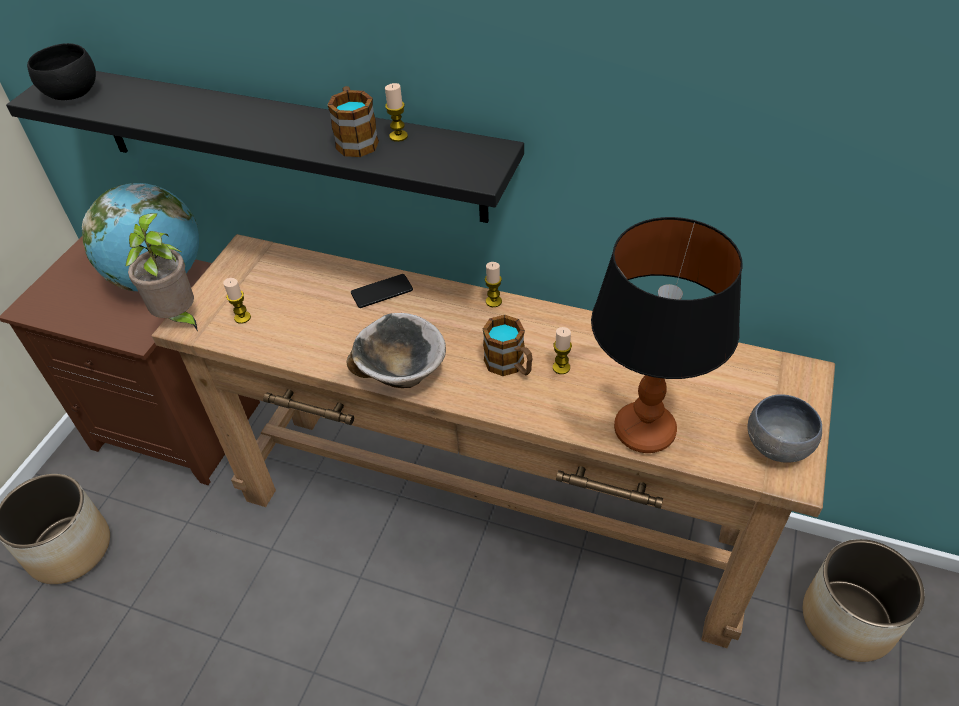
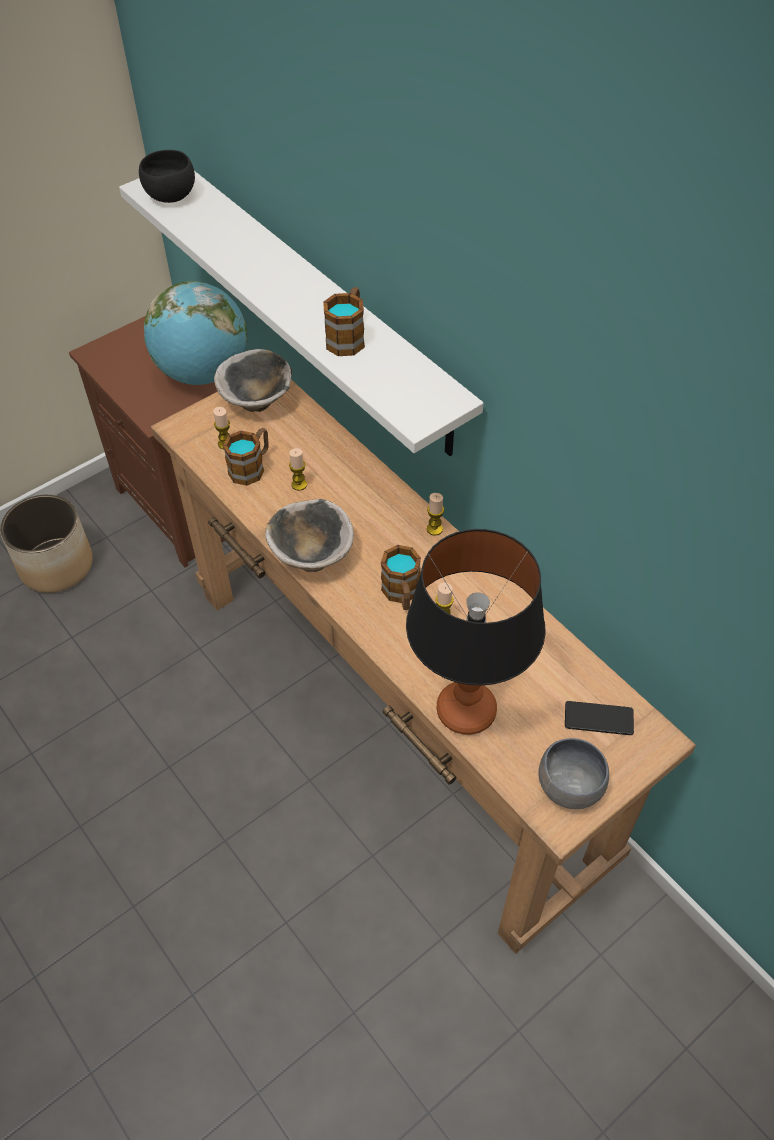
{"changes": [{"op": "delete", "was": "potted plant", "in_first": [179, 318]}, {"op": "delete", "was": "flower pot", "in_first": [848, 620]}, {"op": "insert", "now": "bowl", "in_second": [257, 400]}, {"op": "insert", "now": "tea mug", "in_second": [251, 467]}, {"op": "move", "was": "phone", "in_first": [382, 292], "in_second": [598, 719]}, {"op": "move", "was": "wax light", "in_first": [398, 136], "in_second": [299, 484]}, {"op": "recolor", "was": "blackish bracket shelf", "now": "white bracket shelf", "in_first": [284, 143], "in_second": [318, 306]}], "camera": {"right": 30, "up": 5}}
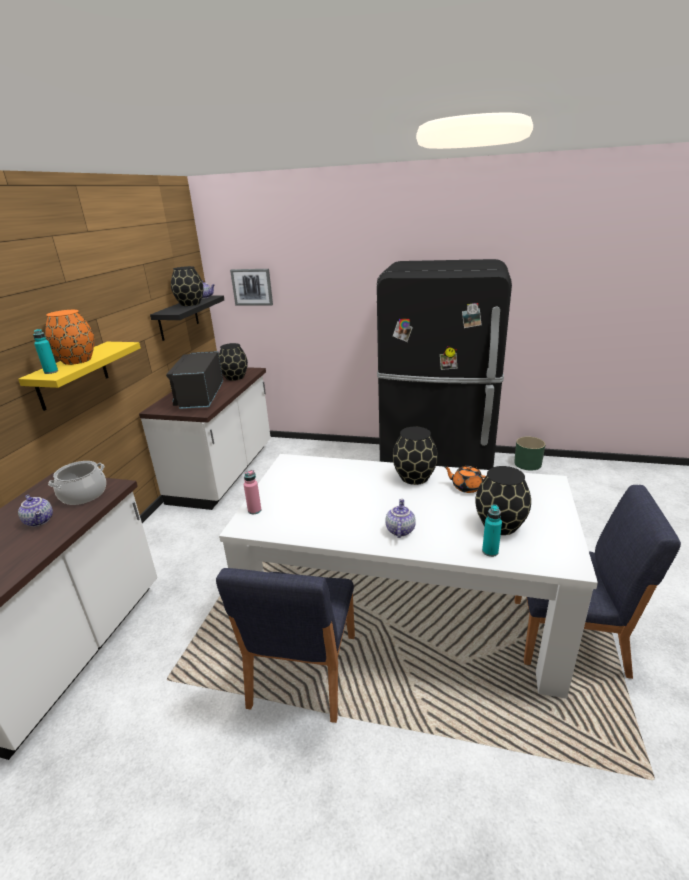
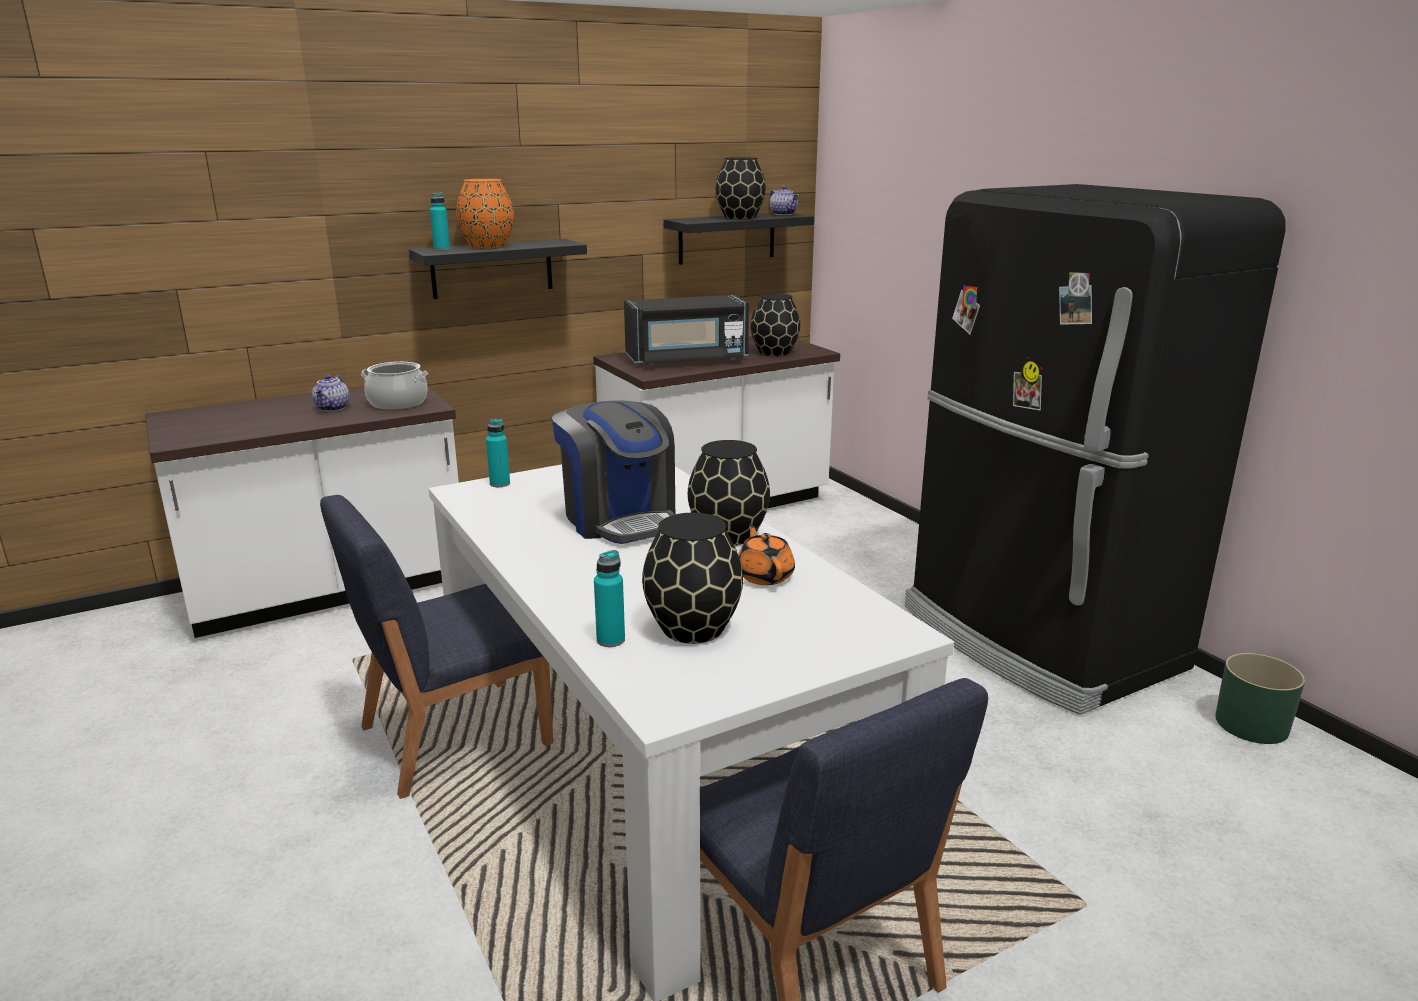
{"changes": [{"op": "delete", "was": "wall art", "in_first": [252, 287]}, {"op": "delete", "was": "tea pot", "in_first": [399, 530]}, {"op": "insert", "now": "coffee maker", "in_second": [619, 519]}, {"op": "recolor", "was": "yellowish bracket shelf", "now": "blackish bracket shelf", "in_first": [72, 375], "in_second": [492, 268]}, {"op": "recolor", "was": "pinkish drink bottle", "now": "turquoise drink bottle", "in_first": [254, 510], "in_second": [500, 484]}, {"op": "rotate", "was": "blackish microwave oven", "in_first": [200, 396], "in_second": [687, 360], "clockwise": -150}], "camera": {"right": 45, "up": -5}}
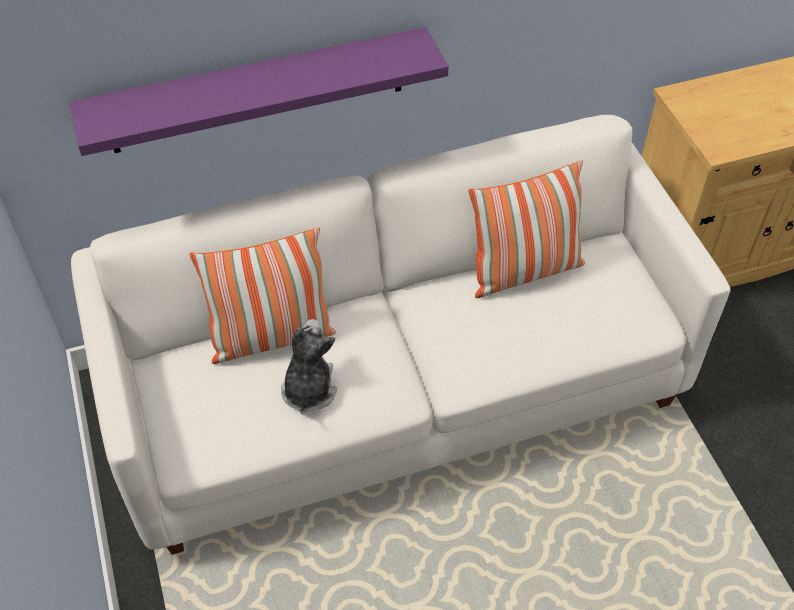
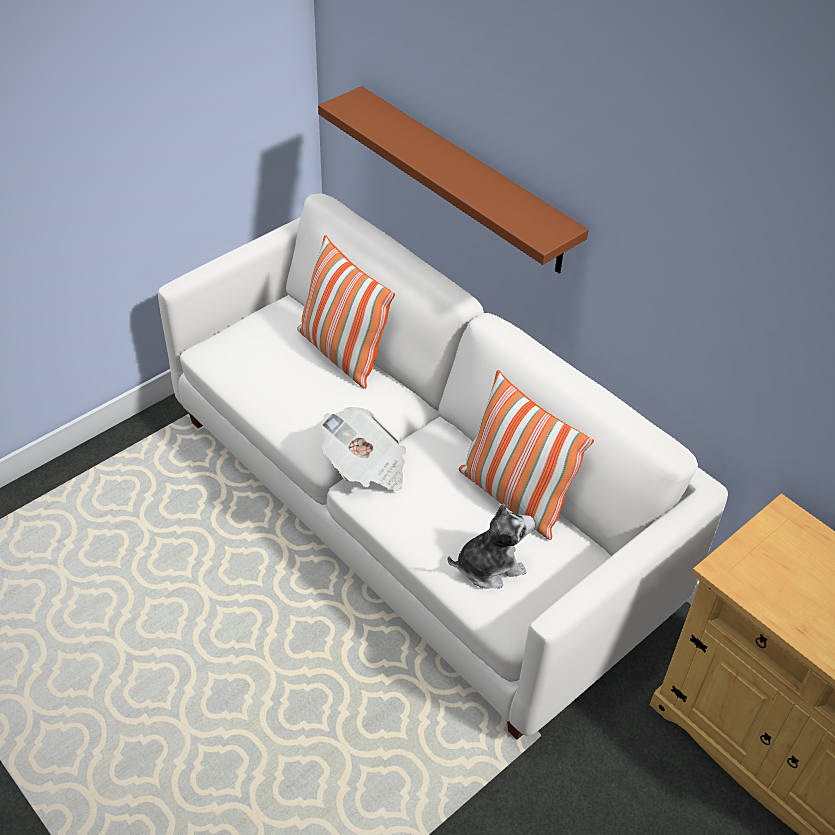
{"changes": [{"op": "insert", "now": "printed paper", "in_second": [366, 466]}, {"op": "move", "was": "cuddly toy", "in_first": [308, 389], "in_second": [489, 566]}, {"op": "recolor", "was": "purplish bracket shelf", "now": "brown-coloured bracket shelf", "in_first": [257, 91], "in_second": [465, 180]}], "camera": {"right": 65, "up": -5}}
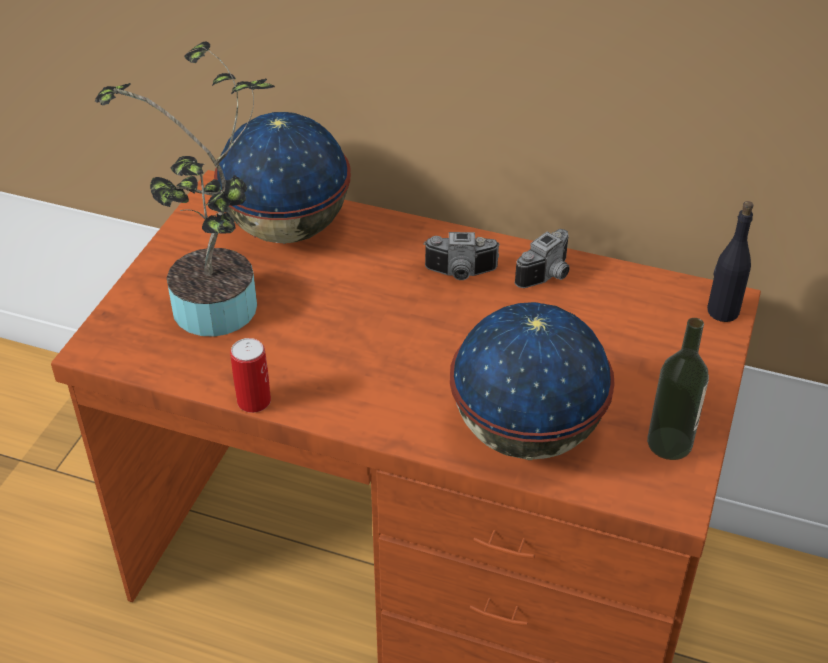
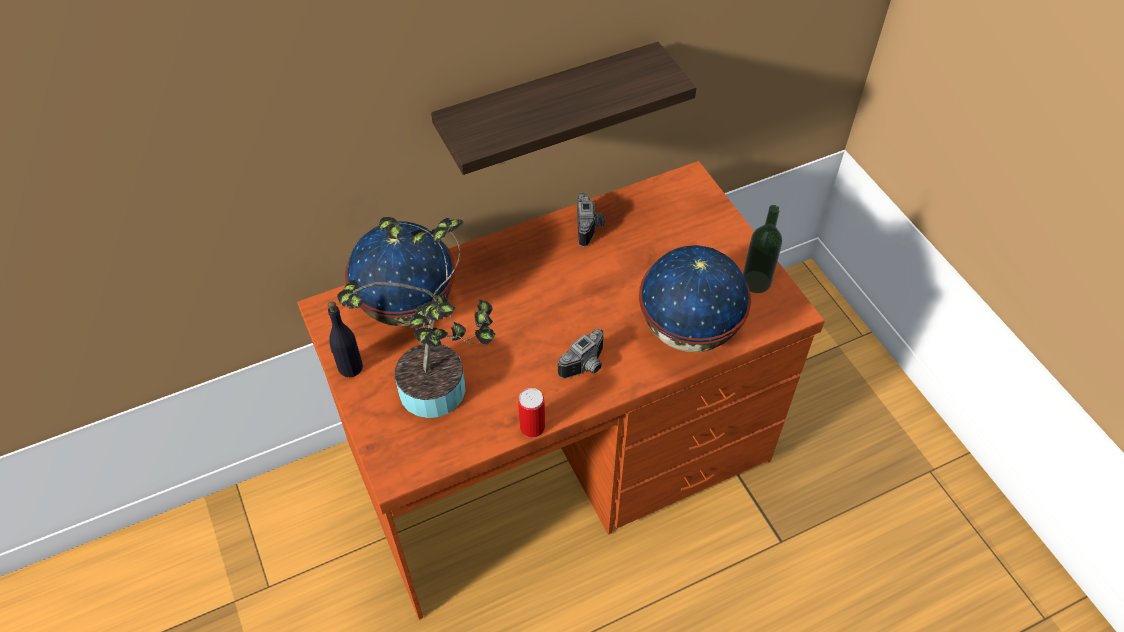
{"changes": [{"op": "insert", "now": "bracket shelf", "in_second": [548, 107]}, {"op": "move", "was": "photo camera", "in_first": [460, 274], "in_second": [586, 366]}, {"op": "move", "was": "blackish drink bottle", "in_first": [722, 311], "in_second": [350, 367]}], "camera": {"right": -45, "up": 10}}
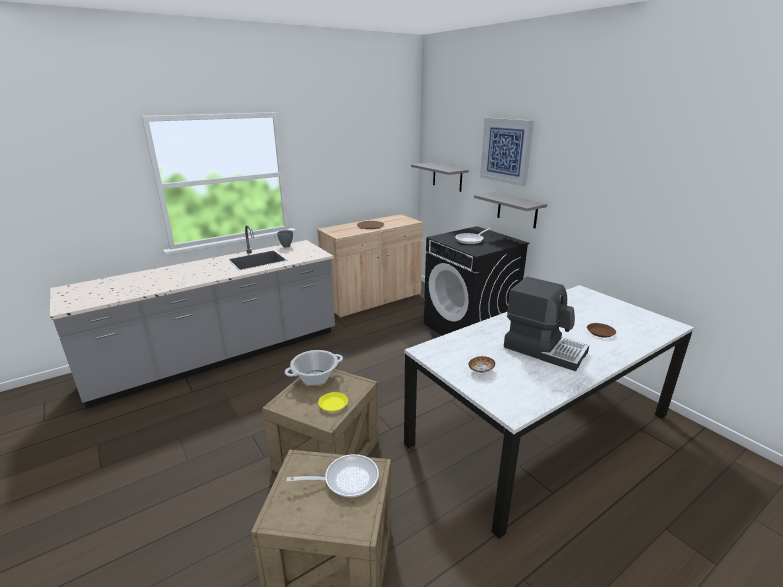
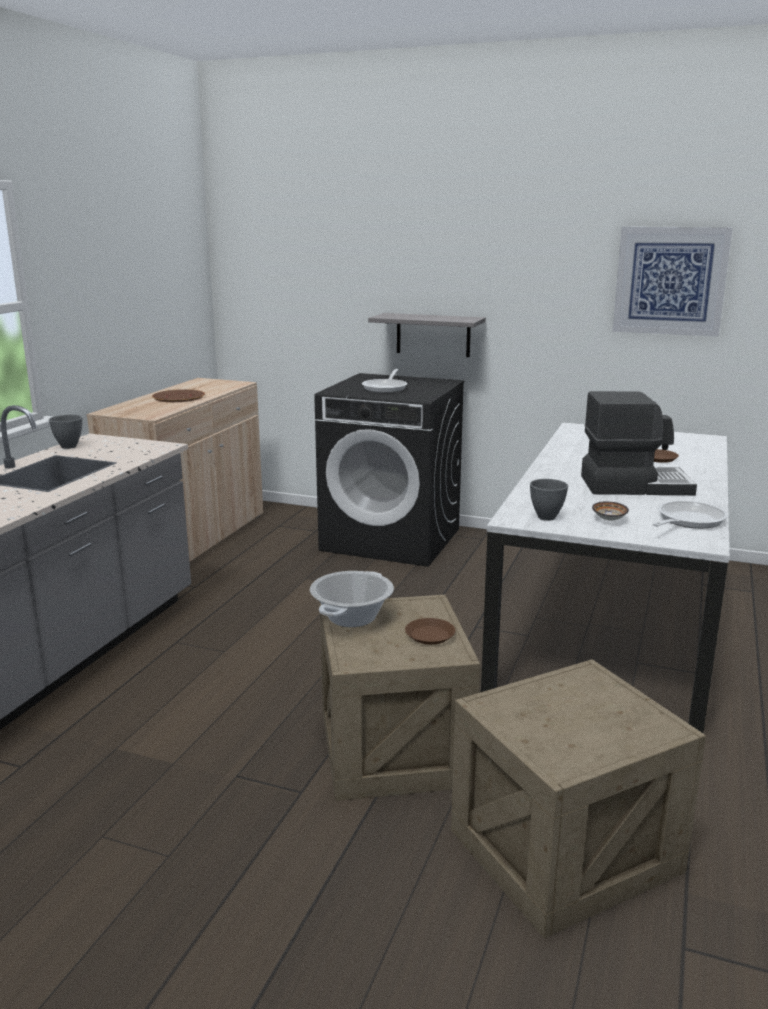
{"changes": [{"op": "delete", "was": "greyish bracket shelf", "in_first": [447, 177]}, {"op": "insert", "now": "greyish bowl", "in_second": [546, 518]}, {"op": "move", "was": "frying pan", "in_first": [346, 479], "in_second": [687, 521]}, {"op": "move", "was": "wall art", "in_first": [506, 151], "in_second": [670, 281]}, {"op": "recolor", "was": "yellowish flat dish", "now": "brown-coloured flat dish", "in_first": [333, 404], "in_second": [429, 635]}], "camera": {"right": -35, "up": -5}}
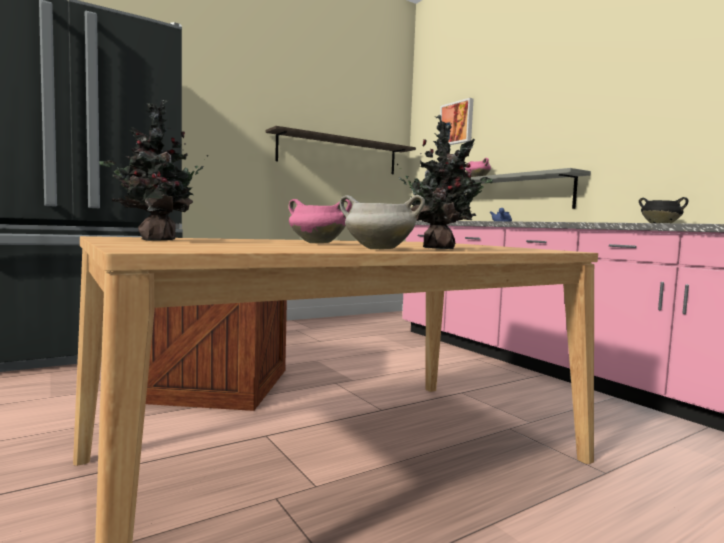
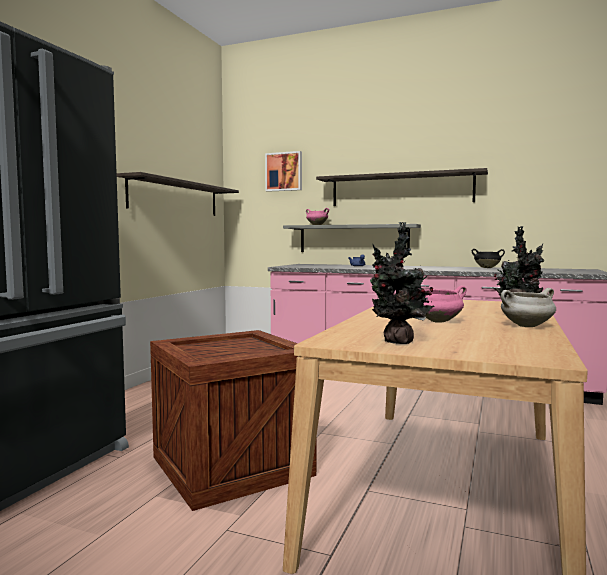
{"changes": [{"op": "insert", "now": "bracket shelf", "in_second": [401, 189]}], "camera": {"right": -35, "up": 0}}
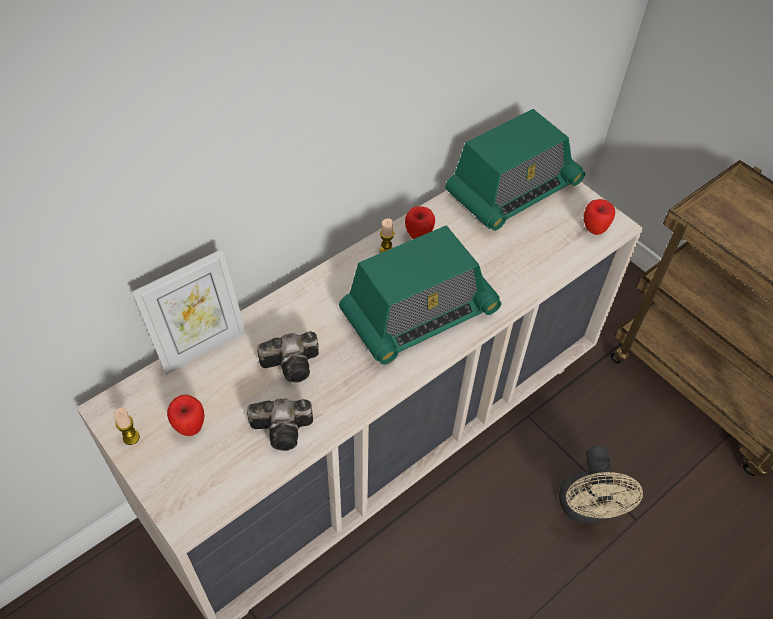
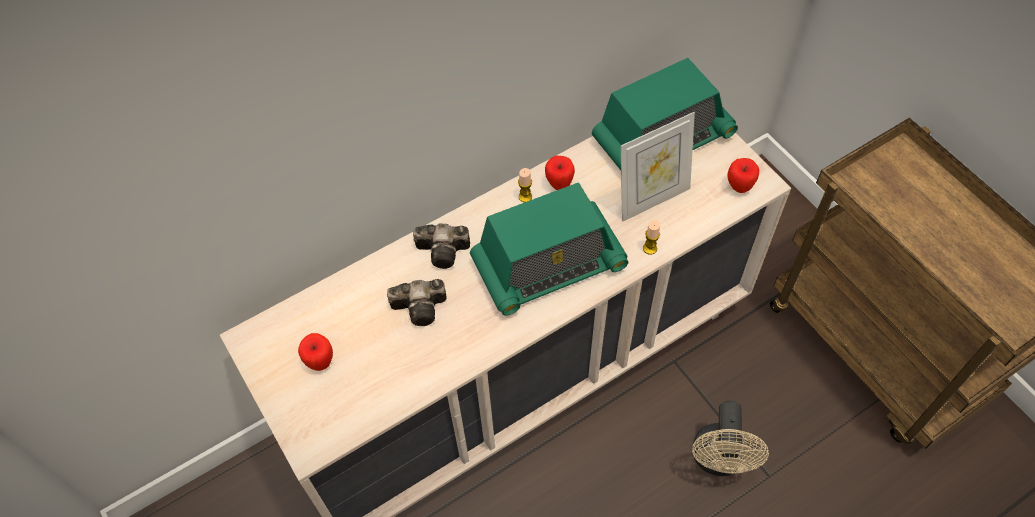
{"changes": [{"op": "move", "was": "wax light", "in_first": [131, 437], "in_second": [649, 248]}, {"op": "move", "was": "picture frame", "in_first": [202, 346], "in_second": [651, 199]}, {"op": "move", "was": "photo camera", "in_first": [285, 429], "in_second": [445, 251]}], "camera": {"right": 10, "up": 5}}
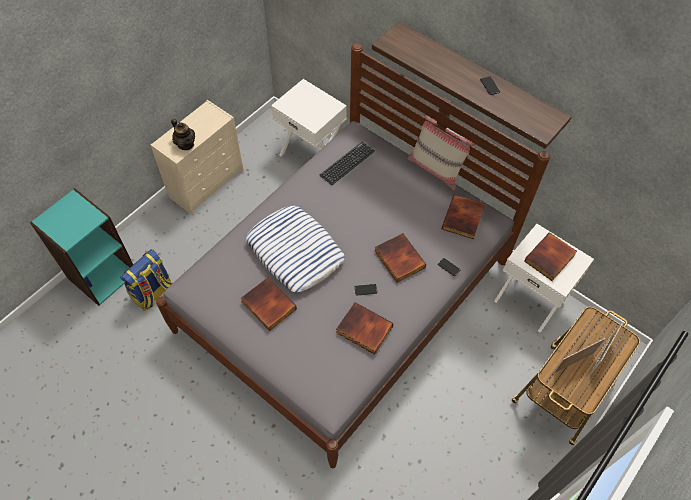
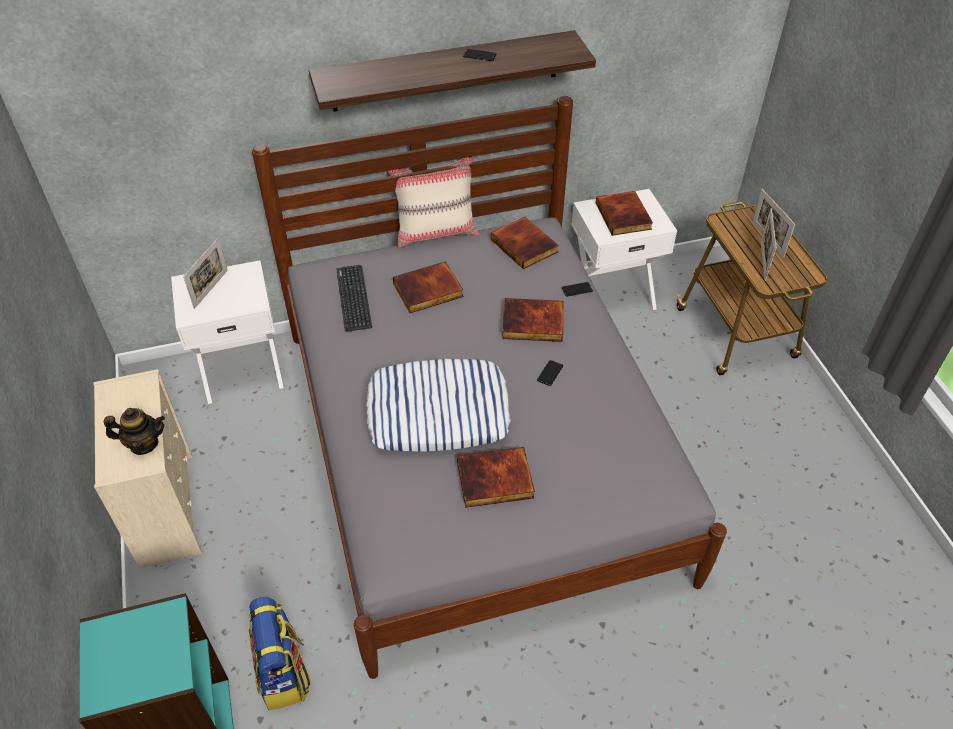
{"changes": [{"op": "insert", "now": "picture frame", "in_second": [211, 289]}, {"op": "move", "was": "volume", "in_first": [363, 330], "in_second": [428, 291]}], "camera": {"right": -55, "up": -10}}
